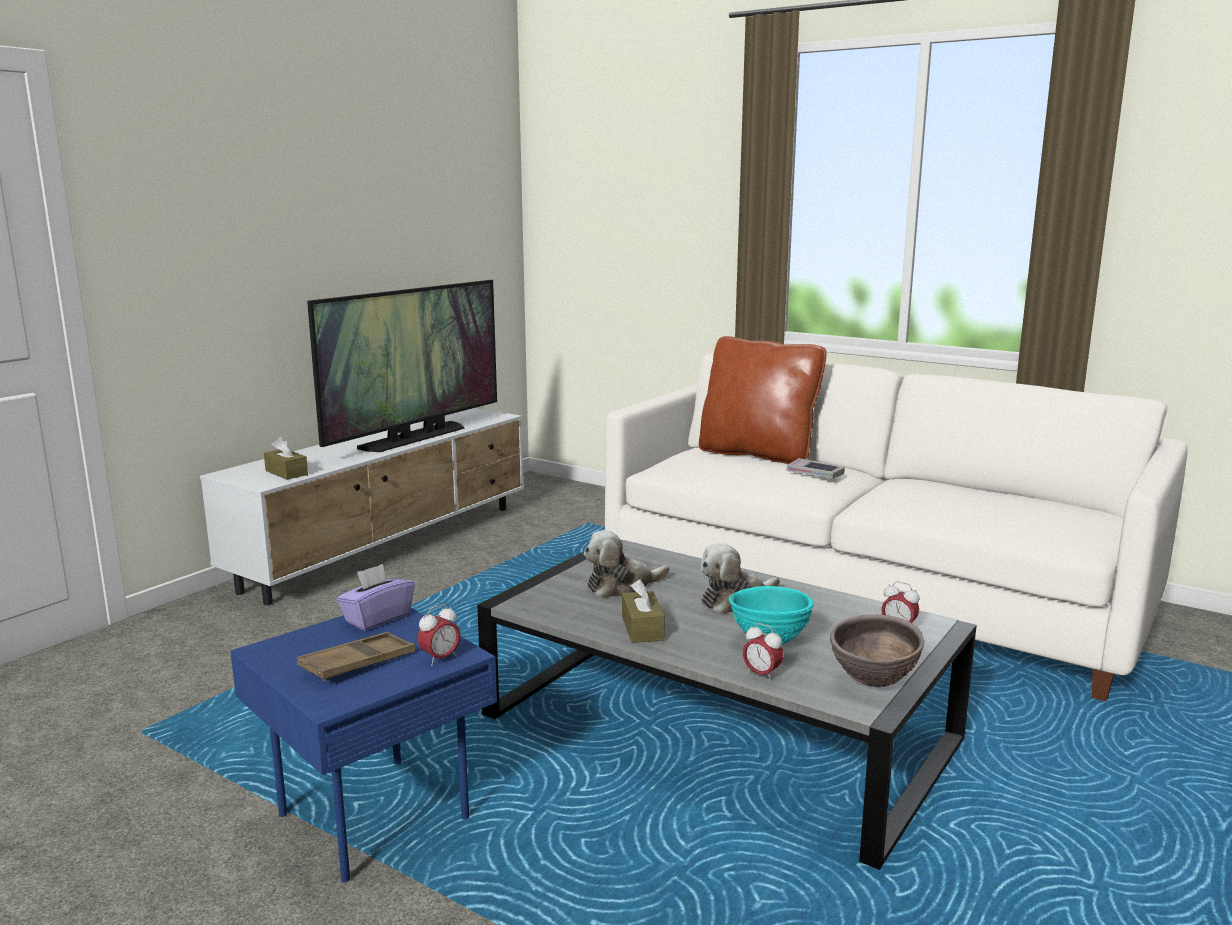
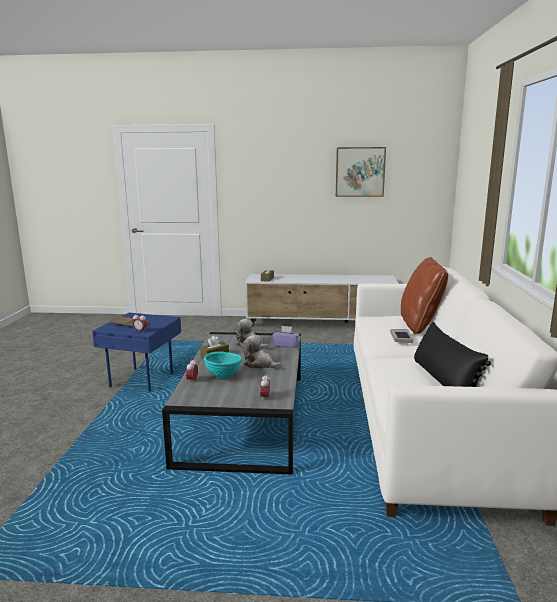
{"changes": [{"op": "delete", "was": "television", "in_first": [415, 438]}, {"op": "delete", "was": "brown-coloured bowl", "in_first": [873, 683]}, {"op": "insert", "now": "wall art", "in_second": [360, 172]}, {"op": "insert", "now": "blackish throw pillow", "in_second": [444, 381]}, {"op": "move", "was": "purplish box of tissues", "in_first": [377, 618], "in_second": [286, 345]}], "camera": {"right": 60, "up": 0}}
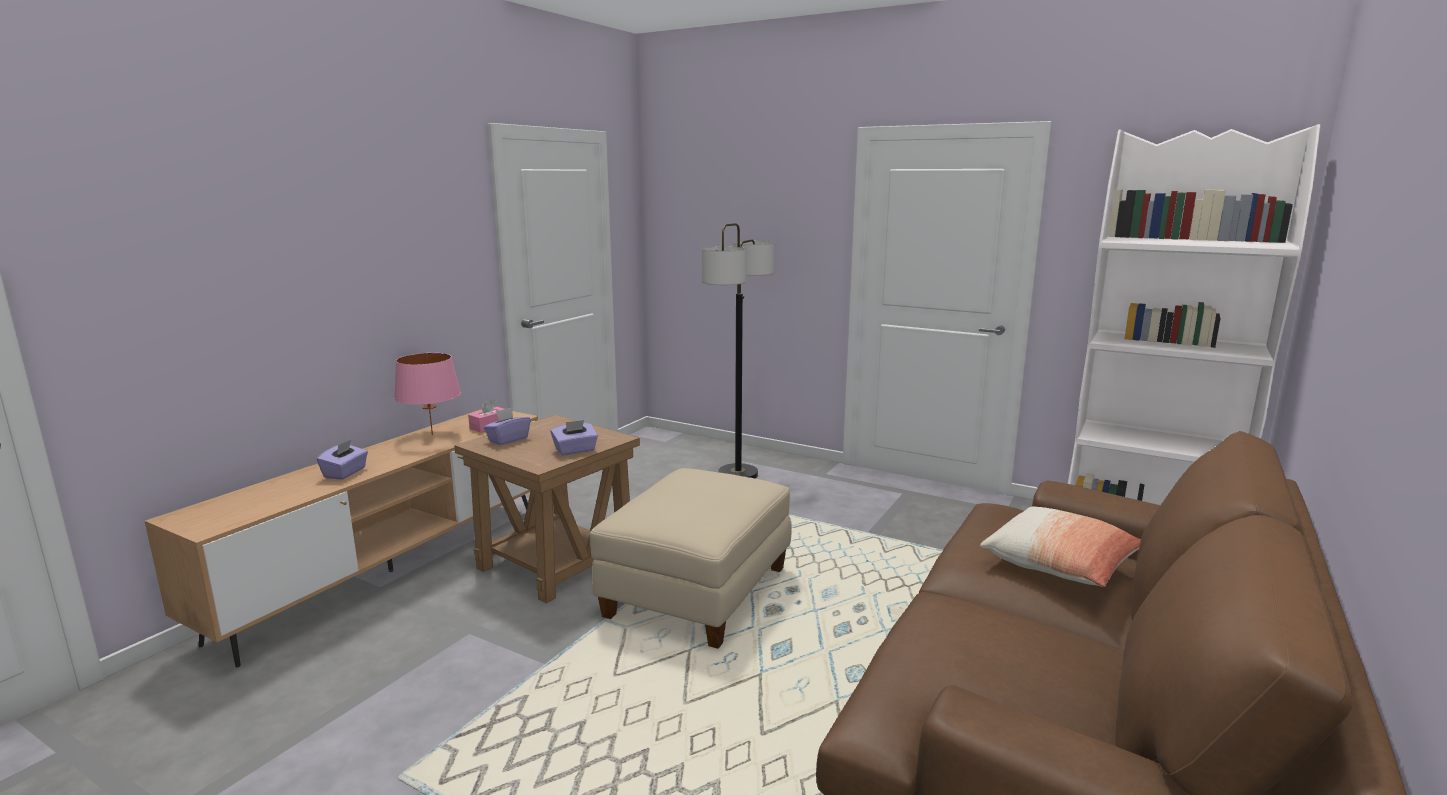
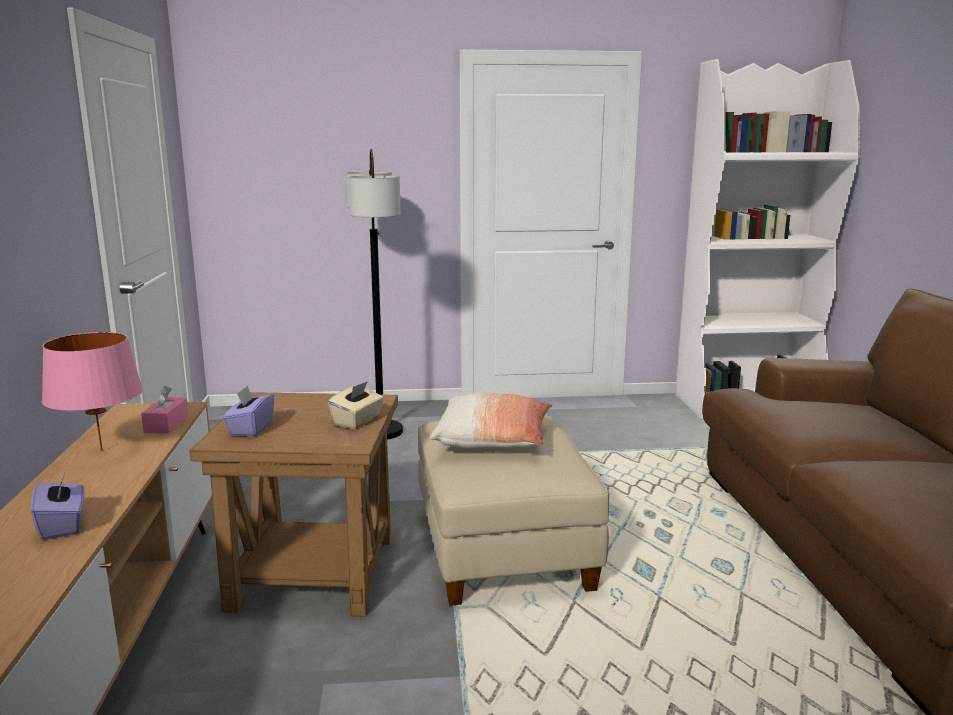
{"changes": [{"op": "move", "was": "throw pillow", "in_first": [1060, 565], "in_second": [493, 440]}, {"op": "recolor", "was": "purplish box of tissues", "now": "beige-coloured box of tissues", "in_first": [575, 450], "in_second": [357, 421]}], "camera": {"right": -35, "up": 0}}
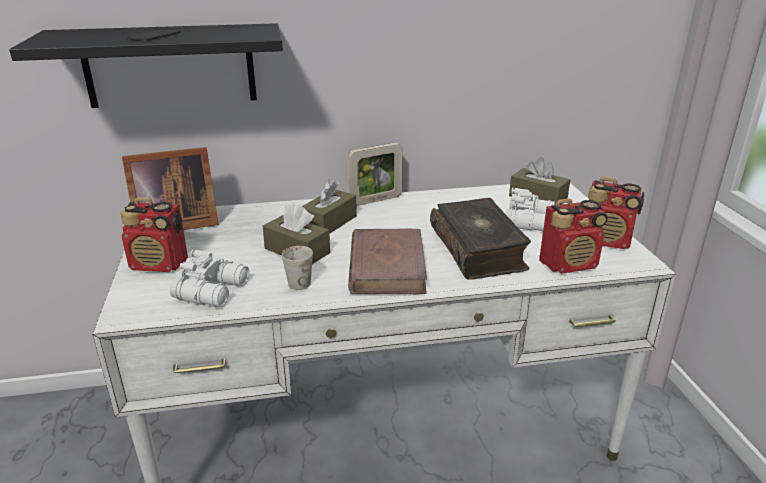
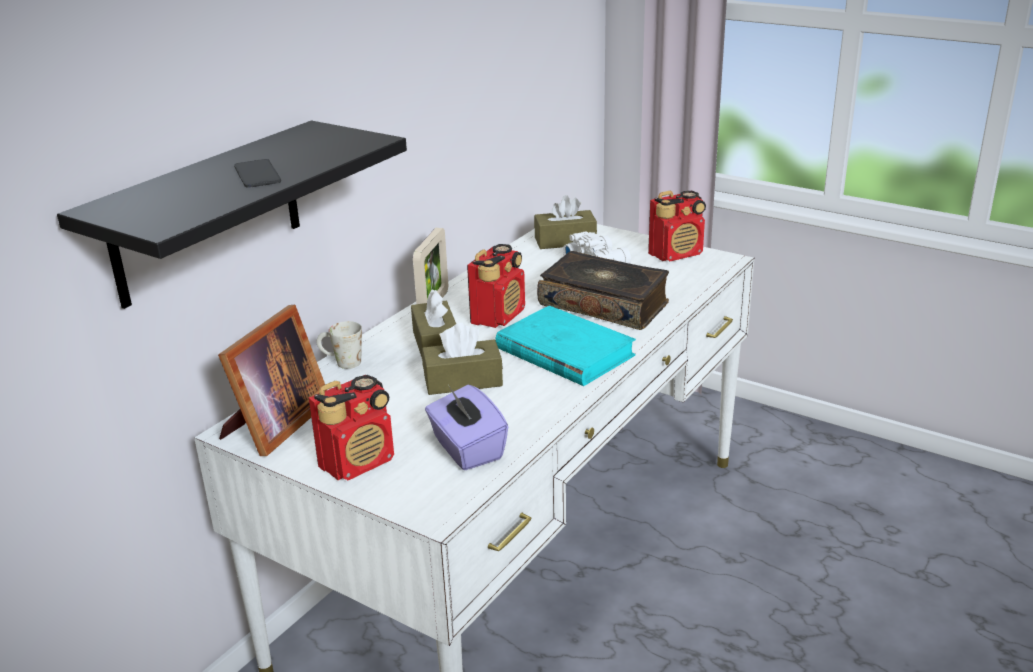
{"changes": [{"op": "move", "was": "white tea mug", "in_first": [296, 281], "in_second": [341, 362]}, {"op": "move", "was": "radio set", "in_first": [569, 264], "in_second": [498, 316]}, {"op": "replace", "was": "white field glasses", "now": "purplish box of tissues", "in_first": [214, 290], "in_second": [467, 449]}, {"op": "recolor", "was": "brown-coloured volume", "now": "turquoise volume", "in_first": [387, 266], "in_second": [564, 352]}], "camera": {"right": -45, "up": 0}}
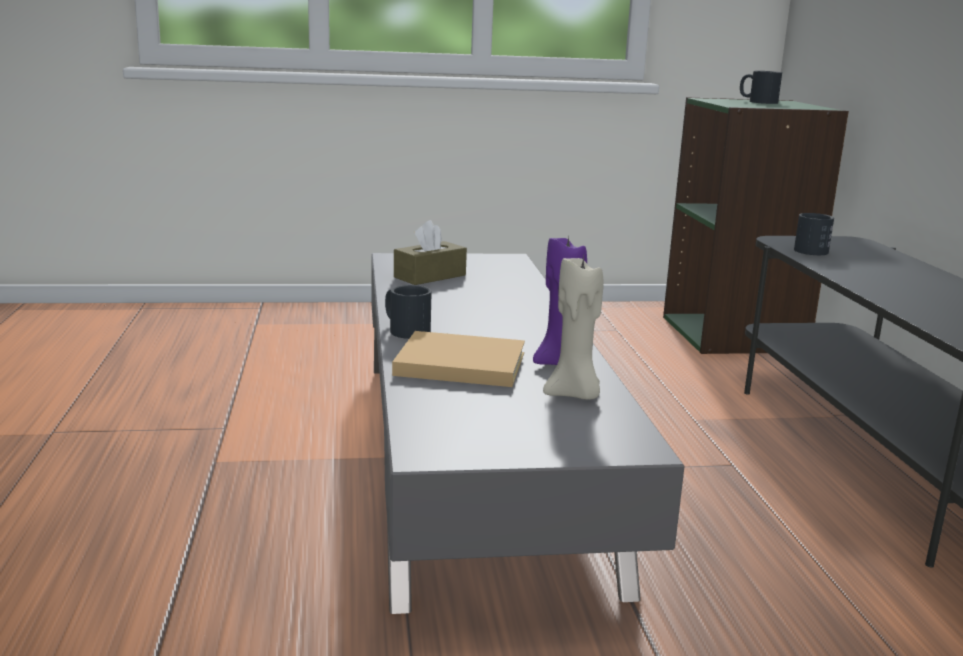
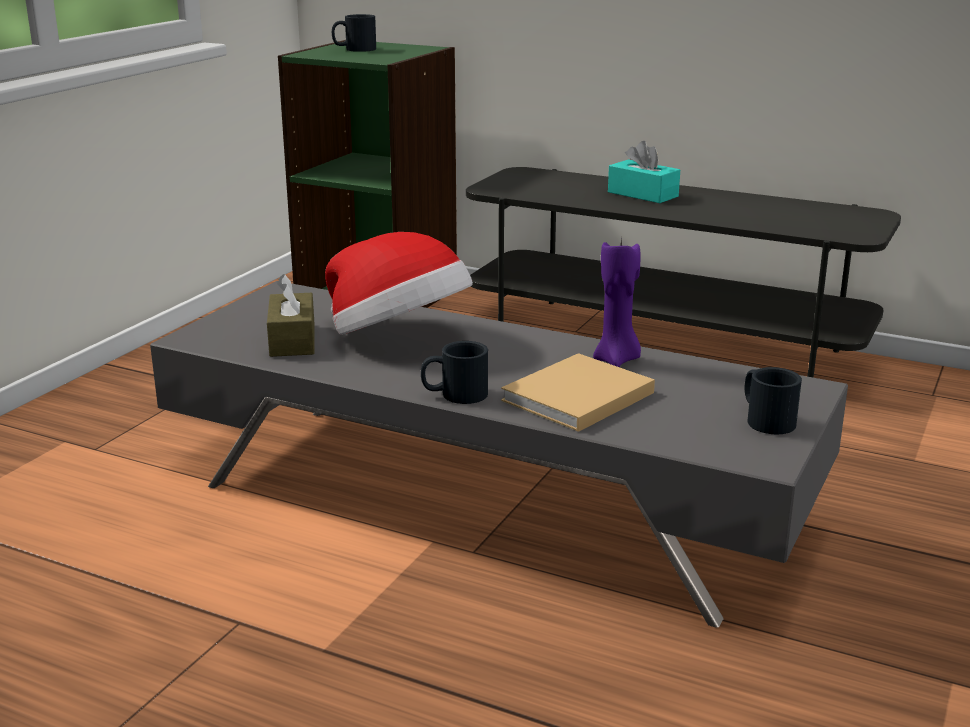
{"changes": [{"op": "delete", "was": "beige-coloured wax light", "in_first": [574, 394]}, {"op": "insert", "now": "wearable hat", "in_second": [399, 338]}, {"op": "insert", "now": "turquoise box of tissues", "in_second": [642, 194]}, {"op": "move", "was": "blackish tea mug", "in_first": [813, 250], "in_second": [765, 419]}], "camera": {"right": -55, "up": 5}}
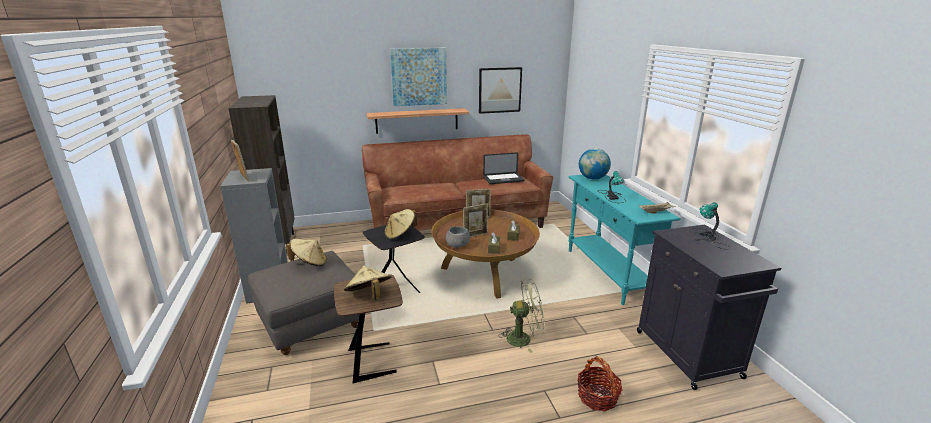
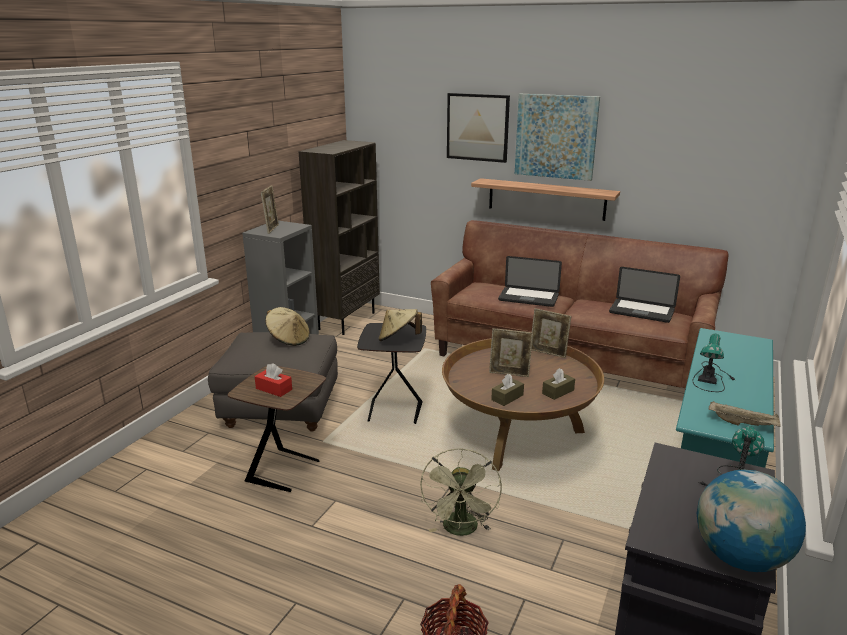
{"changes": [{"op": "delete", "was": "greyish bowl", "in_first": [457, 244]}, {"op": "insert", "now": "laptop", "in_second": [528, 298]}, {"op": "move", "was": "wall art", "in_first": [499, 90], "in_second": [477, 127]}, {"op": "move", "was": "globe", "in_first": [592, 178], "in_second": [740, 558]}, {"op": "replace", "was": "beige-coloured wearable hat", "now": "red box of tissues", "in_first": [369, 296], "in_second": [274, 389]}, {"op": "rotate", "was": "green-coloured fan", "in_first": [524, 338], "in_second": [461, 530], "clockwise": 60}], "camera": {"right": 40, "up": 0}}
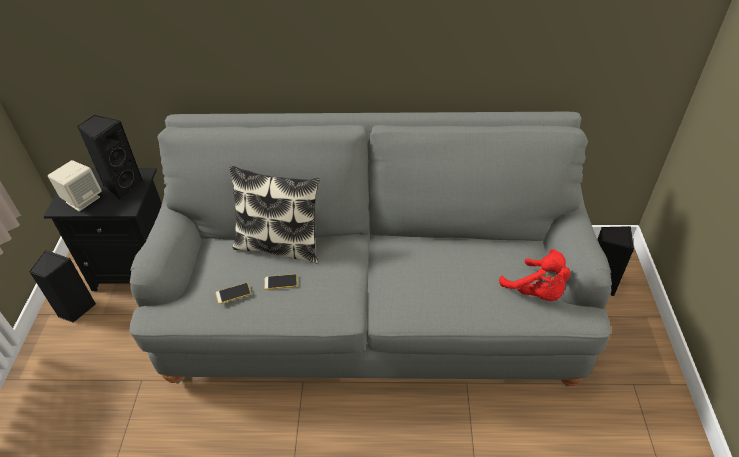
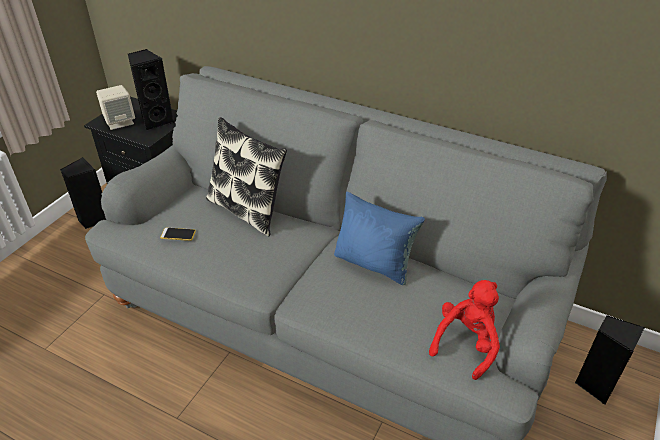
{"changes": [{"op": "delete", "was": "phone", "in_first": [281, 282]}, {"op": "insert", "now": "blue throw pillow", "in_second": [374, 263]}, {"op": "rotate", "was": "red cuddly toy", "in_first": [536, 292], "in_second": [466, 344], "clockwise": -135}], "camera": {"right": 25, "up": -5}}
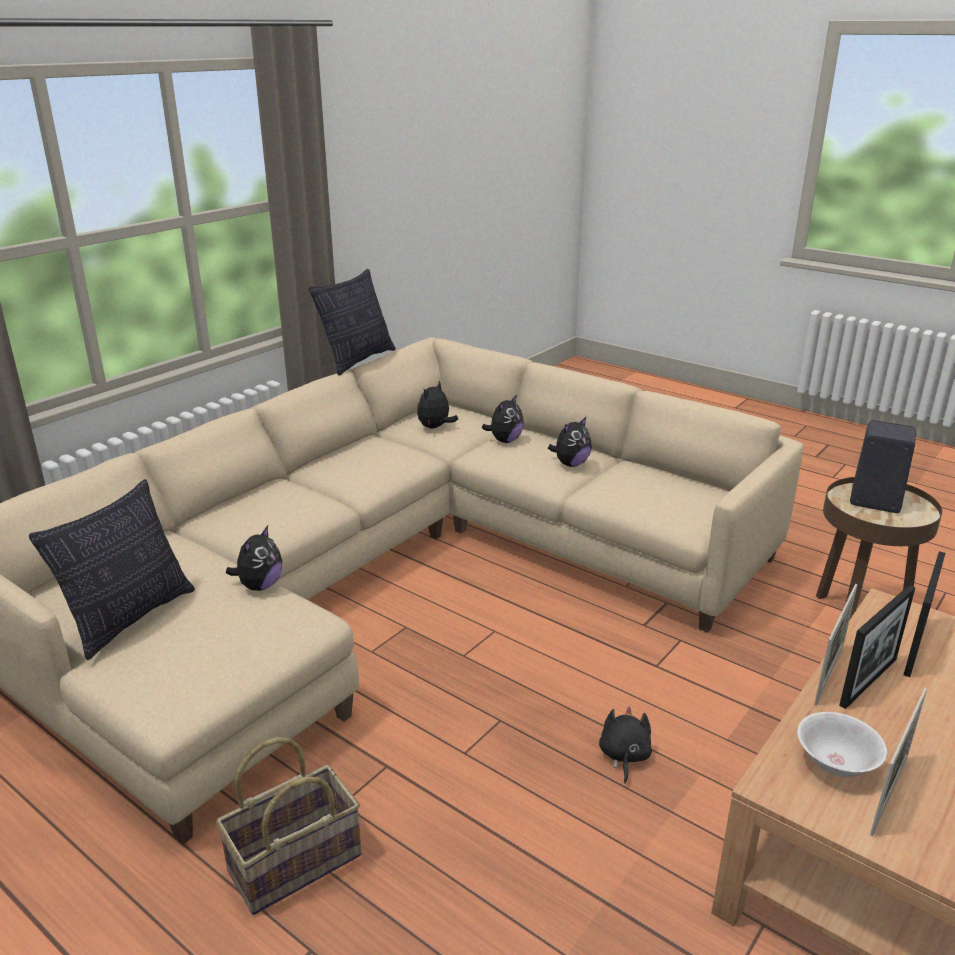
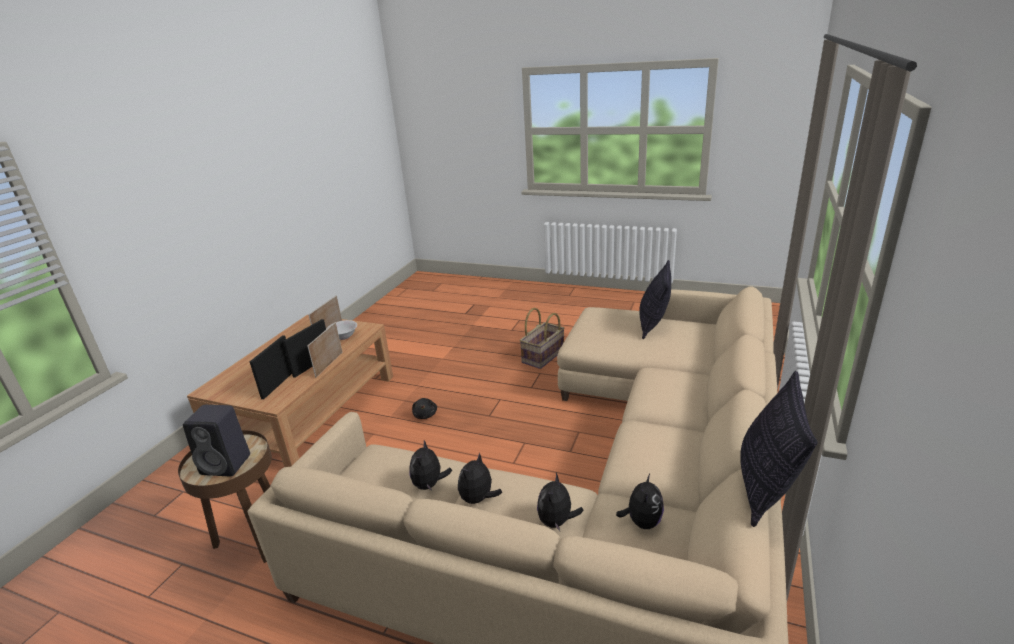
{"changes": [{"op": "move", "was": "cuddly toy", "in_first": [259, 586], "in_second": [429, 484]}], "camera": {"right": 165, "up": 0}}
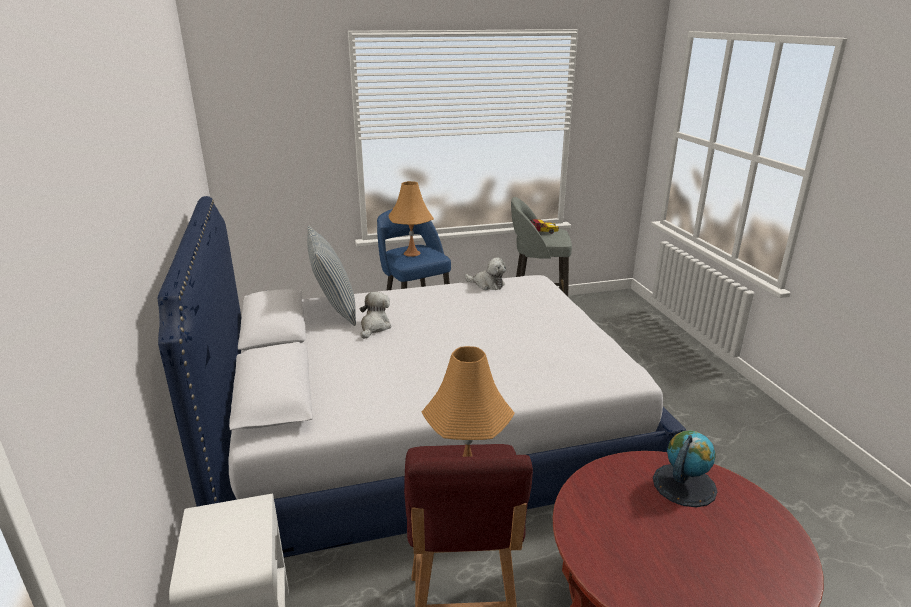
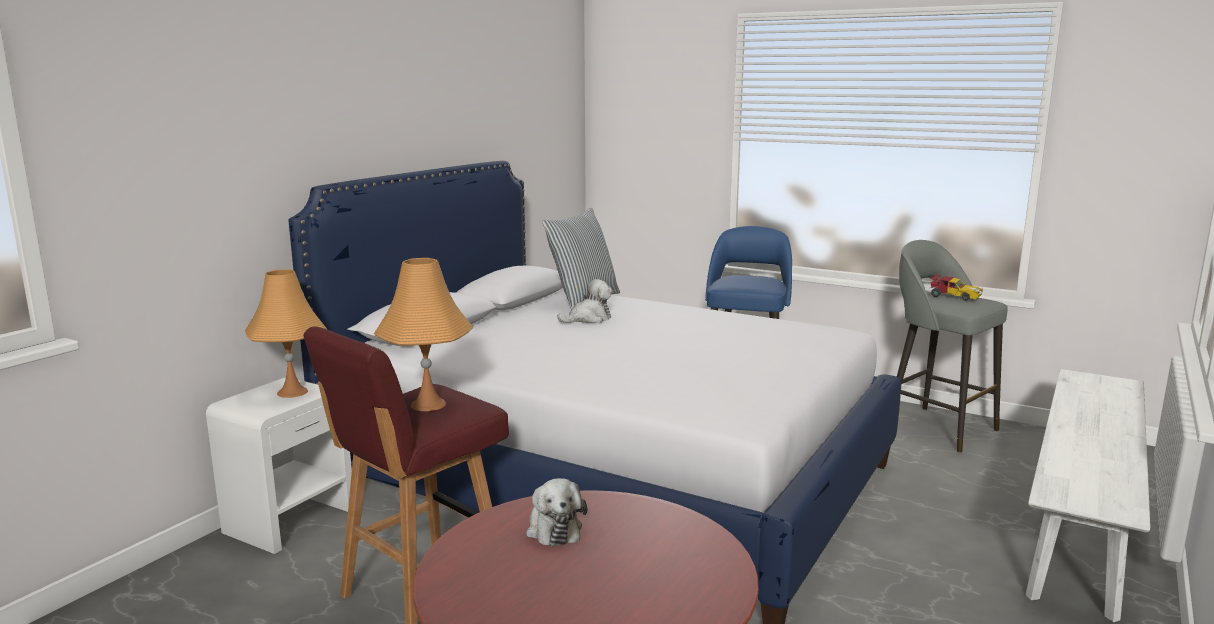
{"changes": [{"op": "delete", "was": "globe", "in_first": [684, 485]}, {"op": "insert", "now": "white bench", "in_second": [1081, 520]}, {"op": "move", "was": "orangey lamp for a table", "in_first": [411, 253], "in_second": [292, 392]}, {"op": "move", "was": "cuddly toy", "in_first": [487, 284], "in_second": [553, 528]}], "camera": {"right": 45, "up": -10}}
